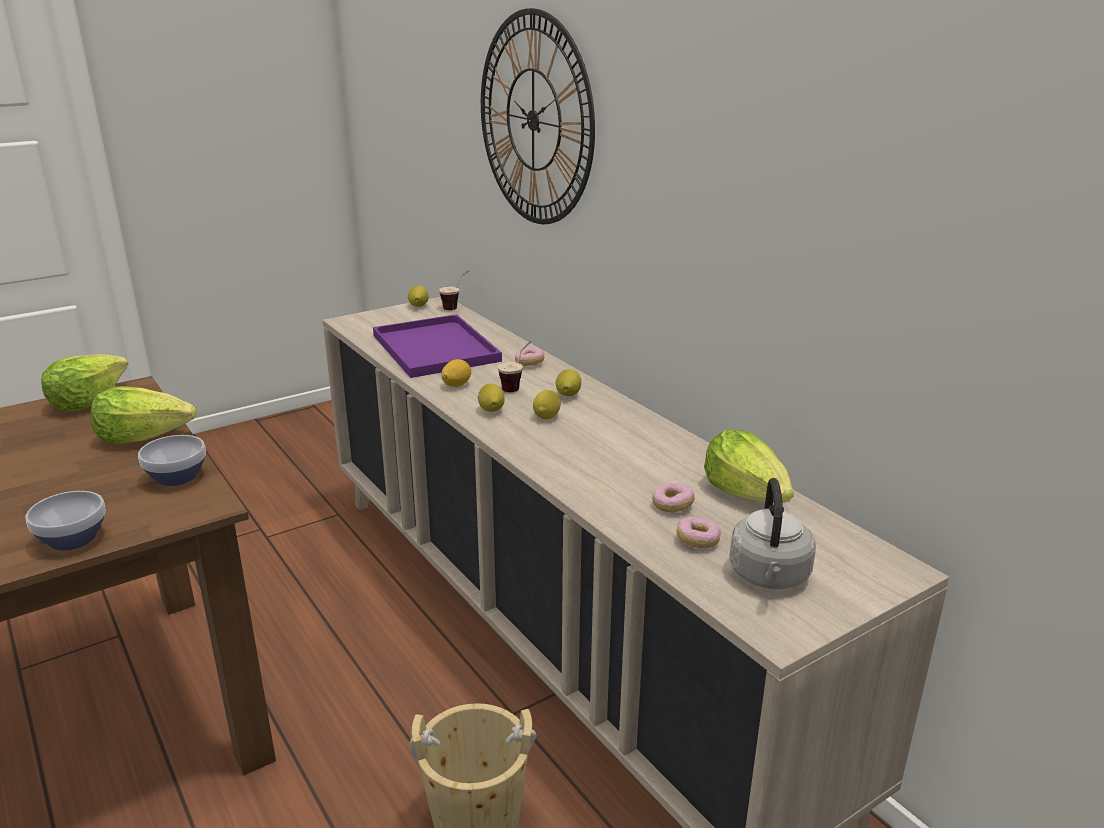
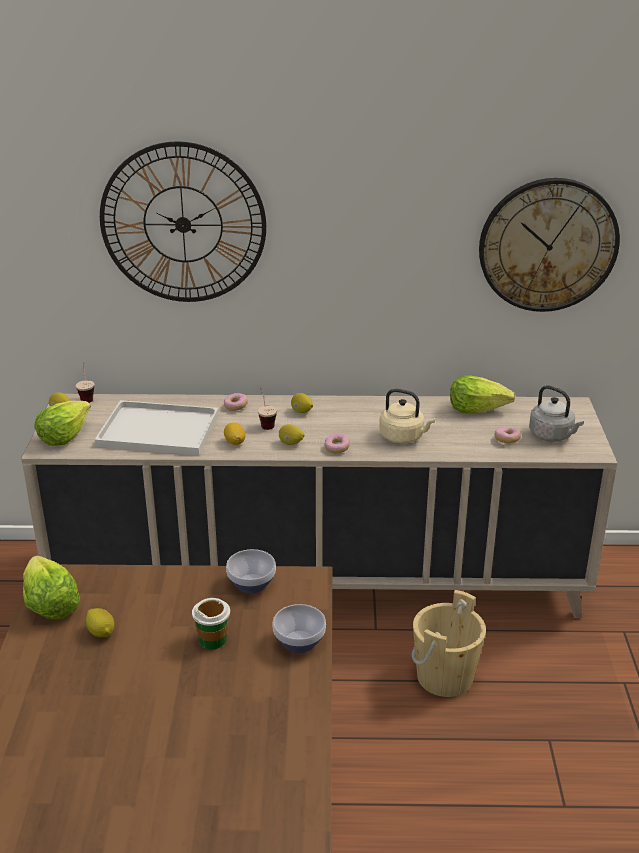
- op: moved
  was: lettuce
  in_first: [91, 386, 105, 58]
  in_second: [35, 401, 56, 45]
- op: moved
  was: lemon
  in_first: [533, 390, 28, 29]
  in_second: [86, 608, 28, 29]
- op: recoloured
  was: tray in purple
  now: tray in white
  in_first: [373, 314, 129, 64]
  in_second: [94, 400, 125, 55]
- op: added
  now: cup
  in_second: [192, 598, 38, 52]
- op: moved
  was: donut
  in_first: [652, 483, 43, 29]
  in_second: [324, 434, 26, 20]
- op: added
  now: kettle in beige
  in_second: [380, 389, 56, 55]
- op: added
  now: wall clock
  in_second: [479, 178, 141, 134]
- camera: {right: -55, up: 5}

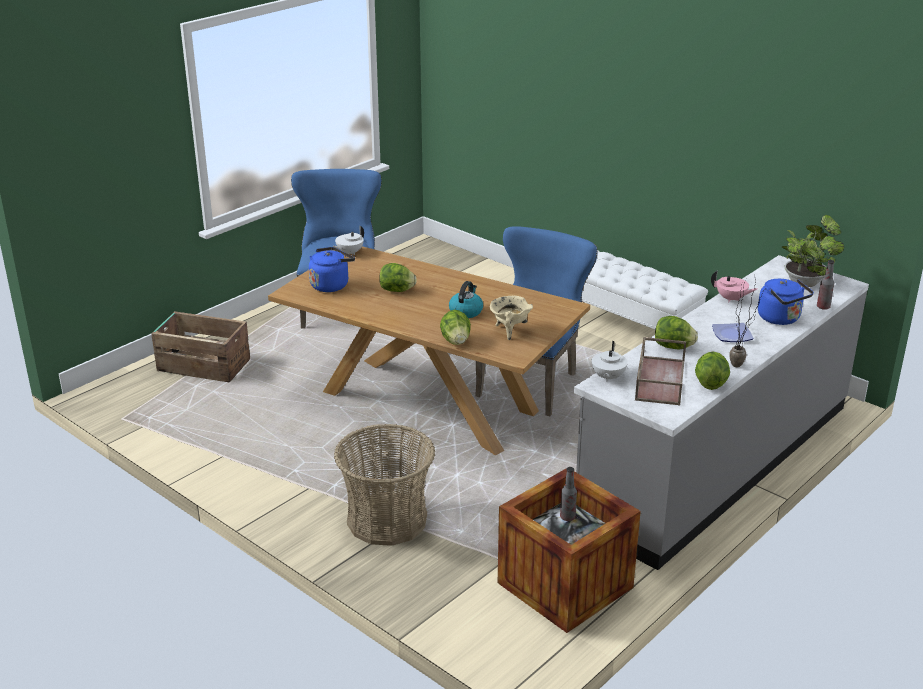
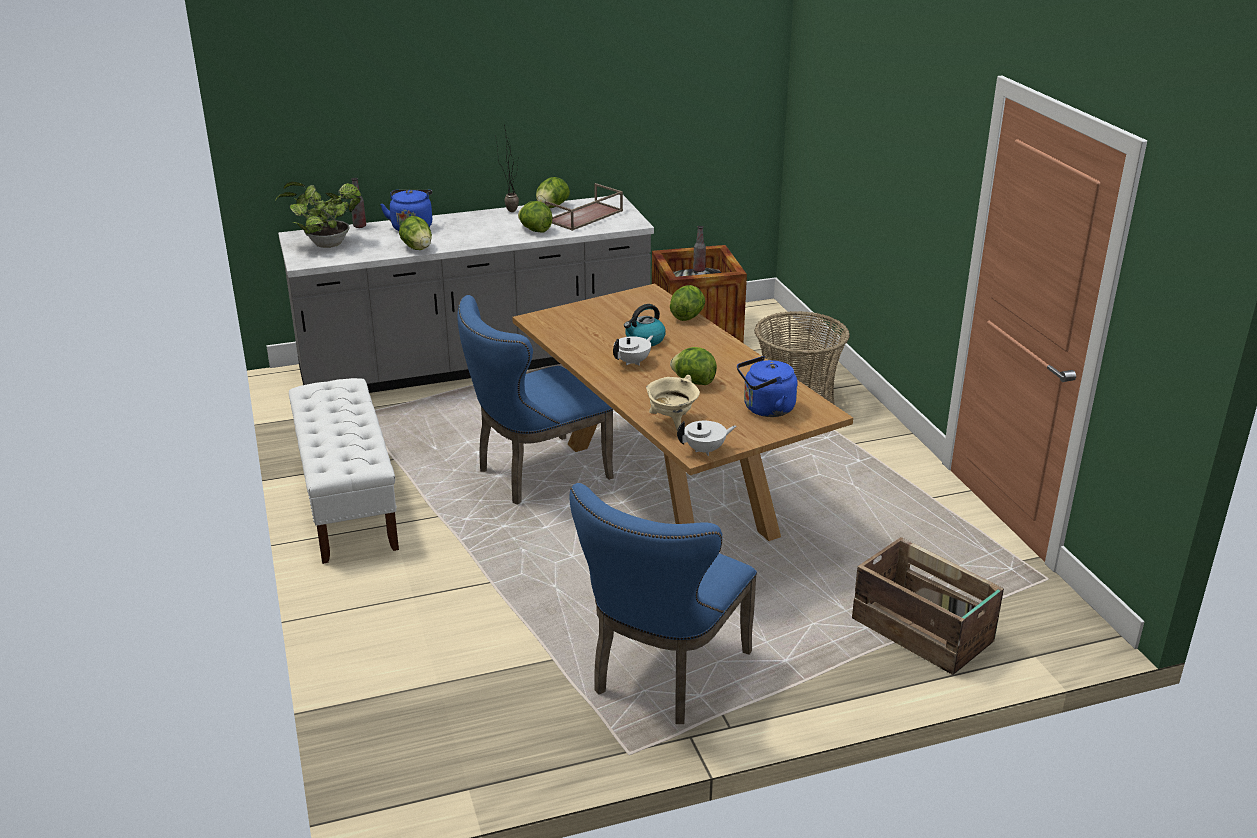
- op: replaced
  was: teapot in pink
  now: lettuce
  in_first: [711, 270, 46, 33]
  in_second: [399, 216, 33, 34]
- op: moved
  was: teapot in white
  in_first: [591, 341, 37, 41]
  in_second: [613, 335, 40, 31]
- op: moved
  was: cooking pot in beige
  in_first: [490, 296, 43, 44]
  in_second: [646, 375, 54, 55]
- op: removed
  was: plate
  in_first: [712, 323, 42, 19]
- camera: {right: -150, up: 0}

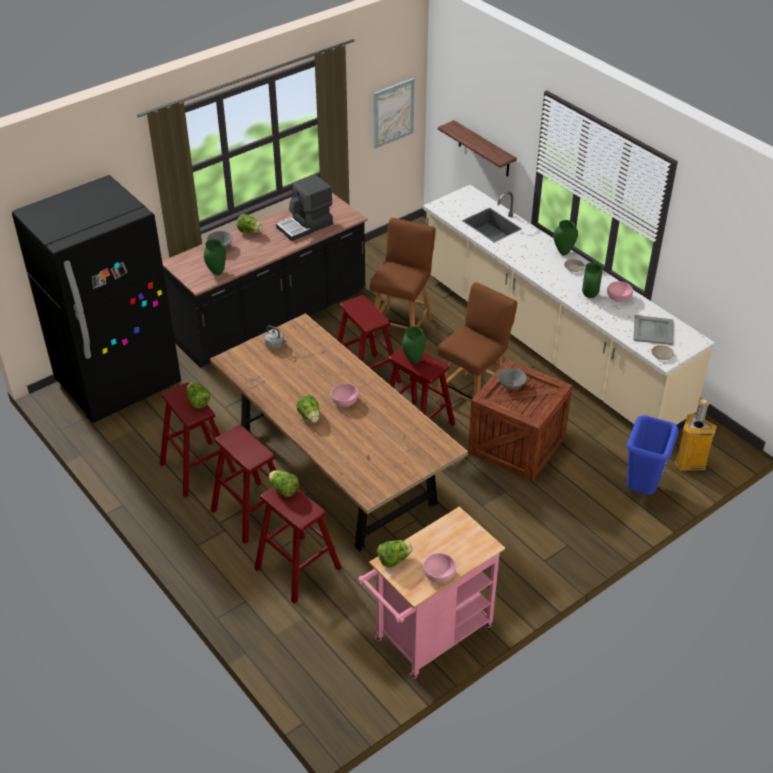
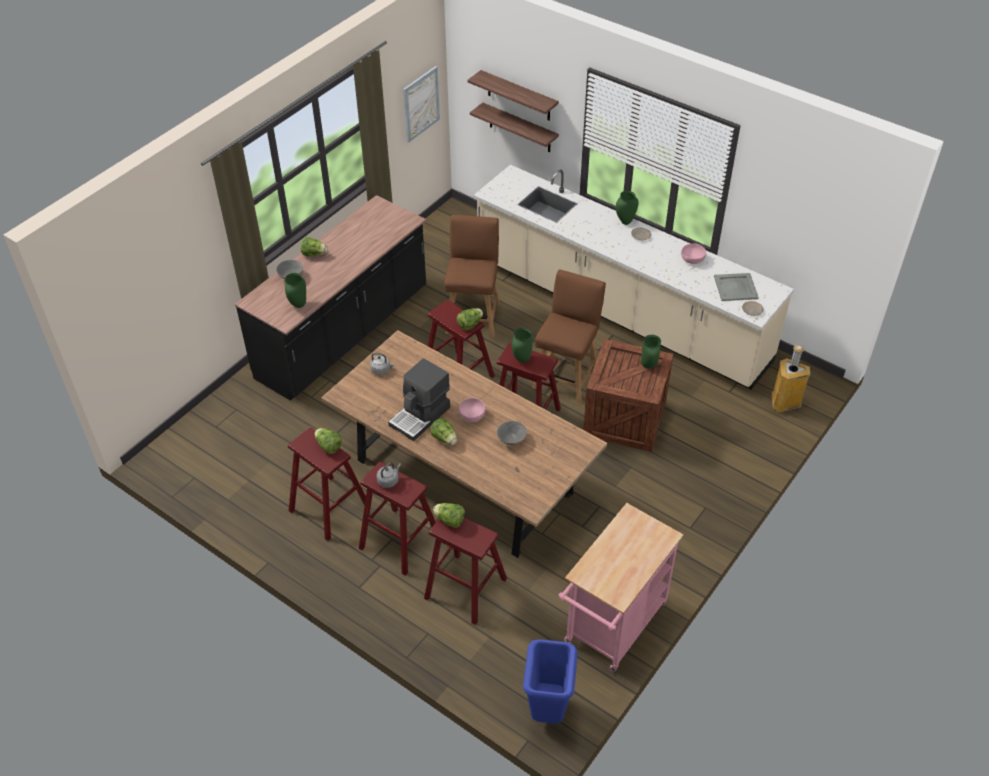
- op: added
  now: kettle in grey
  in_second: [377, 462, 24, 26]
- op: moved
  was: coffee machine
  in_first: [276, 174, 57, 67]
  in_second: [388, 358, 62, 83]
- op: moved
  was: lettuce
  in_first: [377, 540, 36, 28]
  in_second: [457, 308, 26, 22]
- op: added
  now: shelf
  in_second: [468, 70, 91, 51]
- op: moved
  was: bowl in grey
  in_first: [498, 368, 29, 22]
  in_second: [497, 421, 30, 24]
- op: moved
  was: trash can in blue
  in_first: [627, 415, 52, 80]
  in_second: [523, 639, 55, 85]
- op: moved
  was: vase in green
  in_first: [582, 262, 21, 36]
  in_second: [641, 335, 20, 34]
- op: removed
  was: fridge in black
  in_first: [12, 175, 169, 248]
- op: removed
  was: bowl in pink
  in_first: [423, 553, 33, 30]
- camera: {right: -15, up: 5}

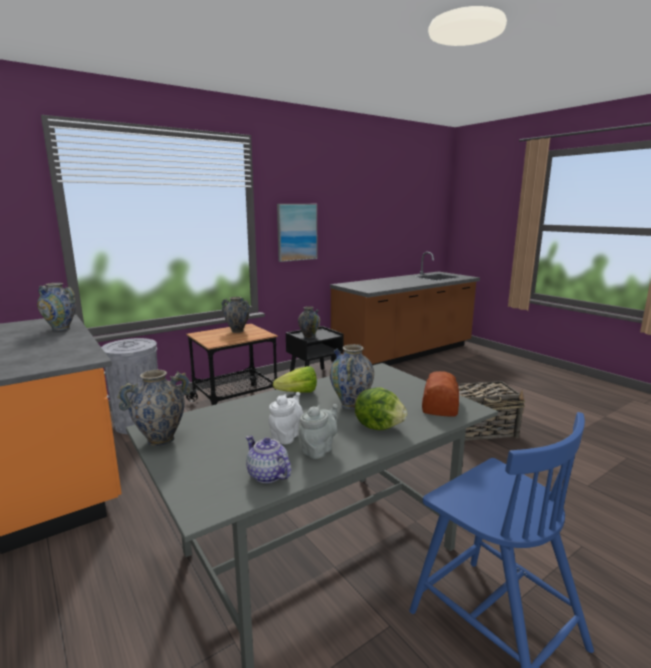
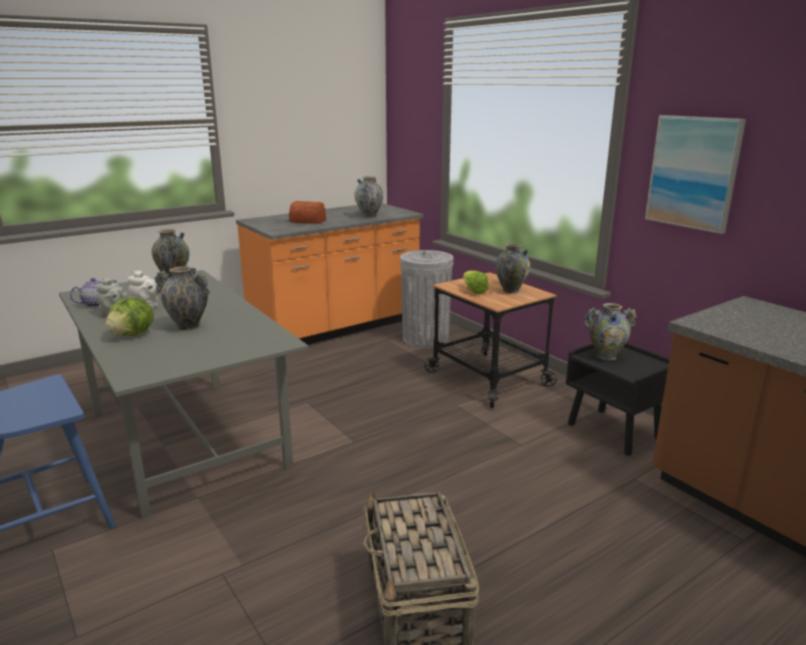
- op: moved
  was: bread
  in_first: [422, 371, 37, 46]
  in_second: [289, 201, 37, 23]
- op: moved
  was: lettuce
  in_first: [273, 366, 44, 27]
  in_second: [463, 271, 26, 23]
- camera: {right: 90, up: 5}

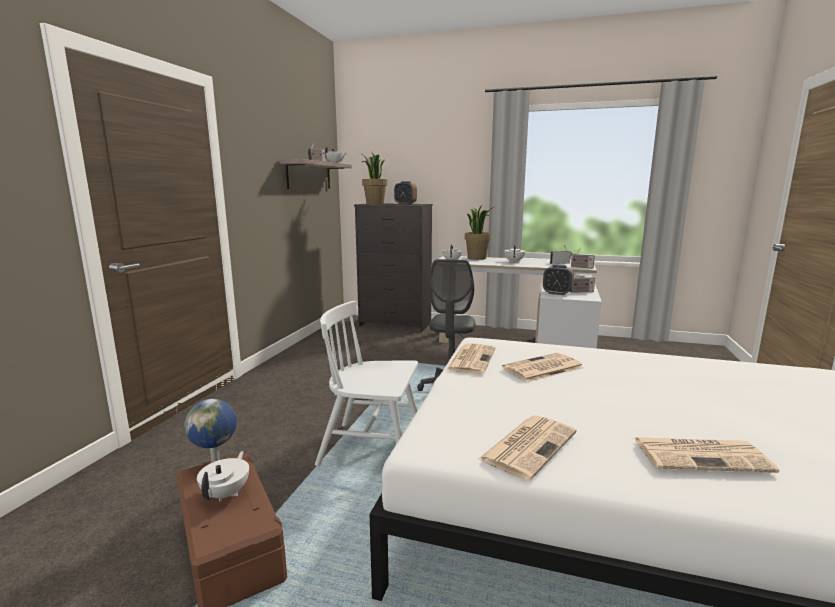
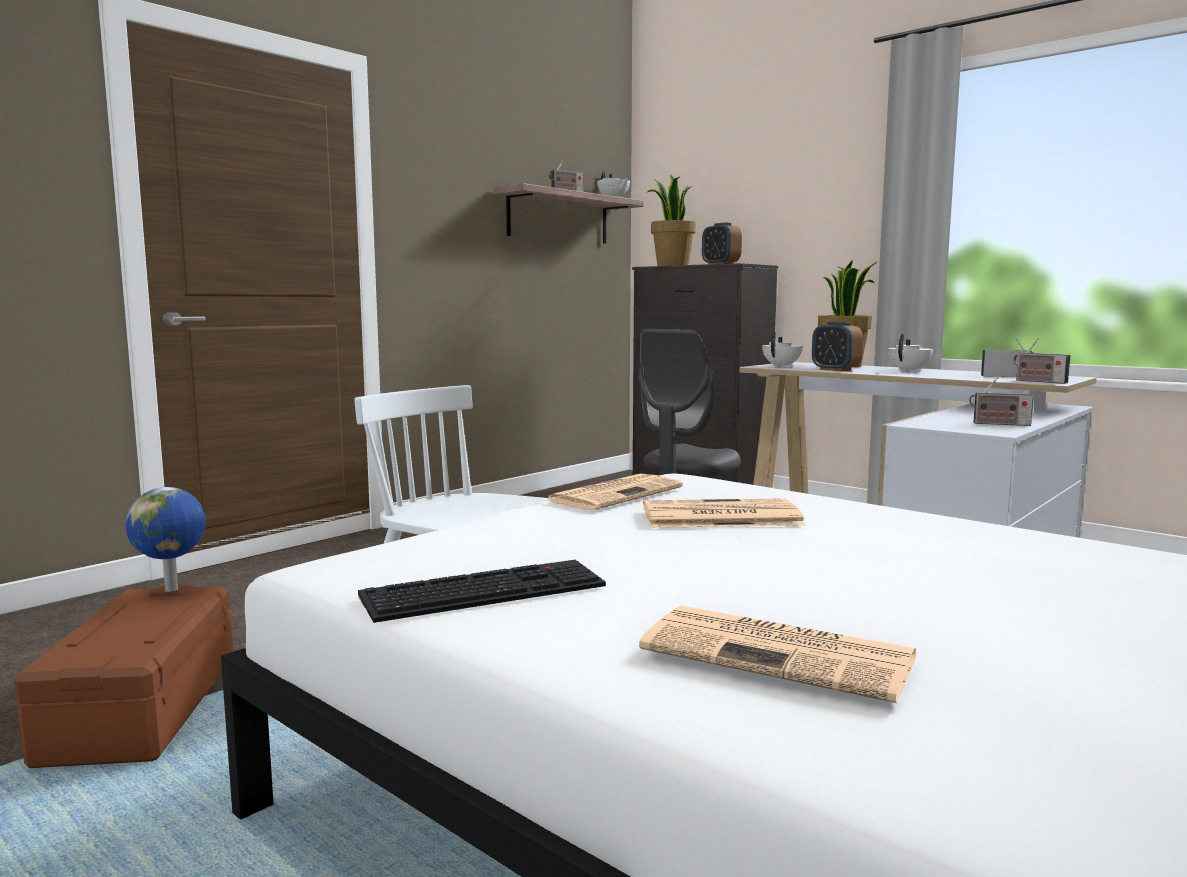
- op: replaced
  was: newspaper
  now: keyboard
  in_first: [477, 415, 99, 65]
  in_second: [358, 560, 248, 63]
- op: moved
  was: alarm clock
  in_first: [543, 265, 31, 30]
  in_second: [812, 322, 51, 49]
- op: removed
  was: teapot in white
  in_first: [197, 451, 52, 51]
- camera: {right: 25, up: -5}

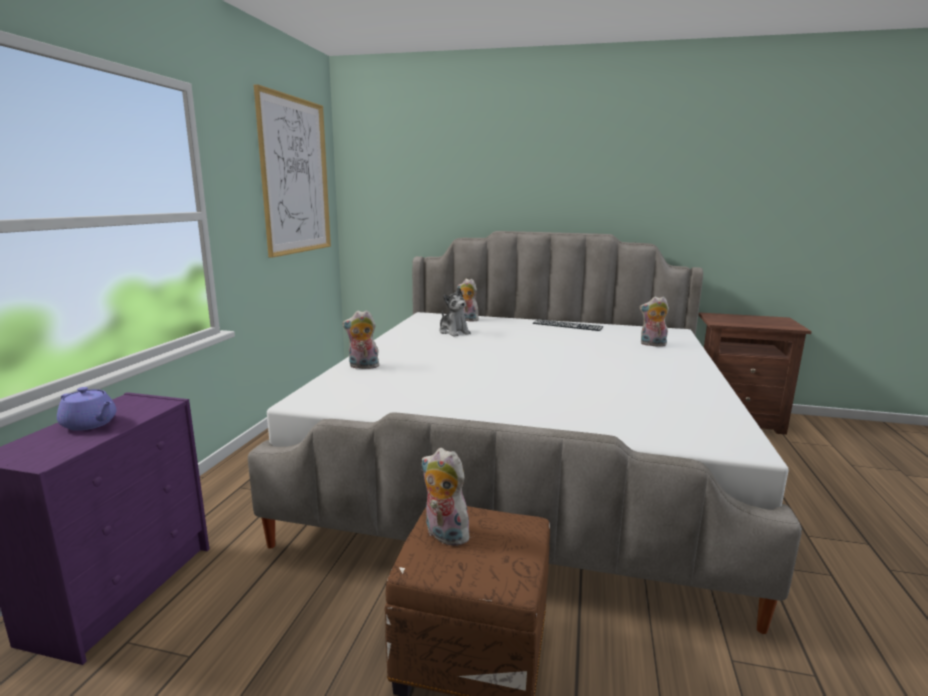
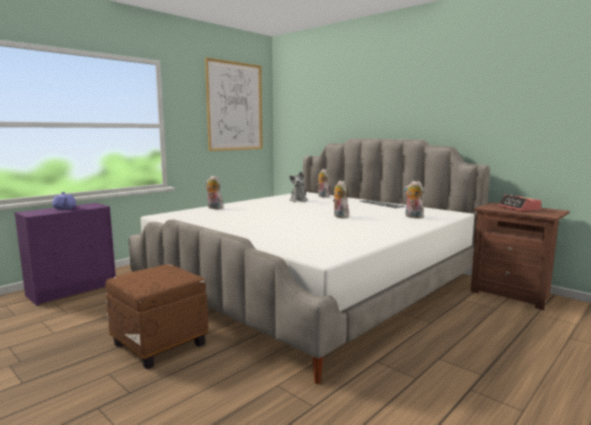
- op: moved
  was: plush toy
  in_first: [421, 448, 51, 98]
  in_second: [333, 181, 16, 37]
- op: added
  now: alarm clock
  in_second: [499, 194, 43, 17]
- camera: {right: 30, up: -5}

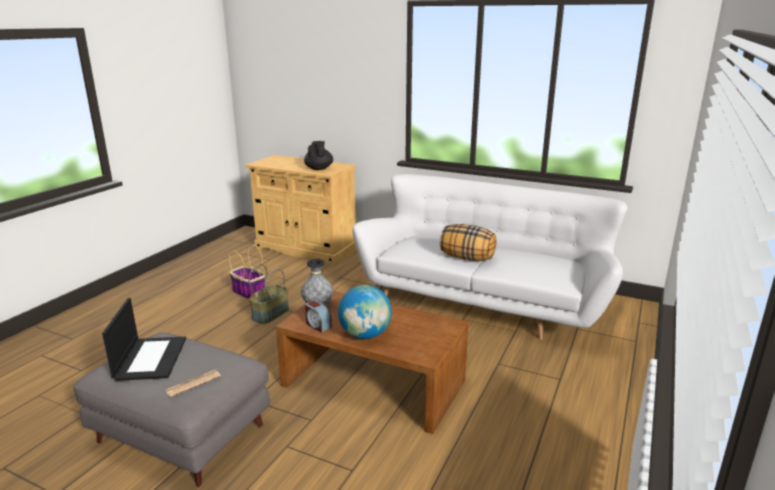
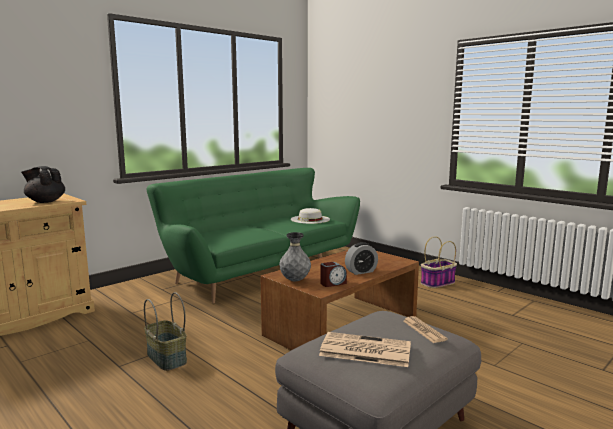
- op: recoloured
  was: sofa in white
  now: sofa in green
  in_first: [352, 174, 275, 166]
  in_second: [146, 168, 214, 136]
- op: added
  now: hat in white
  in_second: [291, 208, 39, 16]
- op: replaced
  was: laptop
  now: newspaper
  in_first: [102, 298, 84, 83]
  in_second: [319, 332, 92, 35]
- op: replaced
  was: globe
  now: alarm clock
  in_first: [338, 285, 54, 54]
  in_second: [345, 242, 33, 33]
- op: moved
  was: basket
  in_first: [229, 245, 36, 55]
  in_second: [421, 236, 36, 52]
- op: removed
  was: pillow
  in_first: [440, 224, 56, 37]
- camera: {right: -70, up: -10}

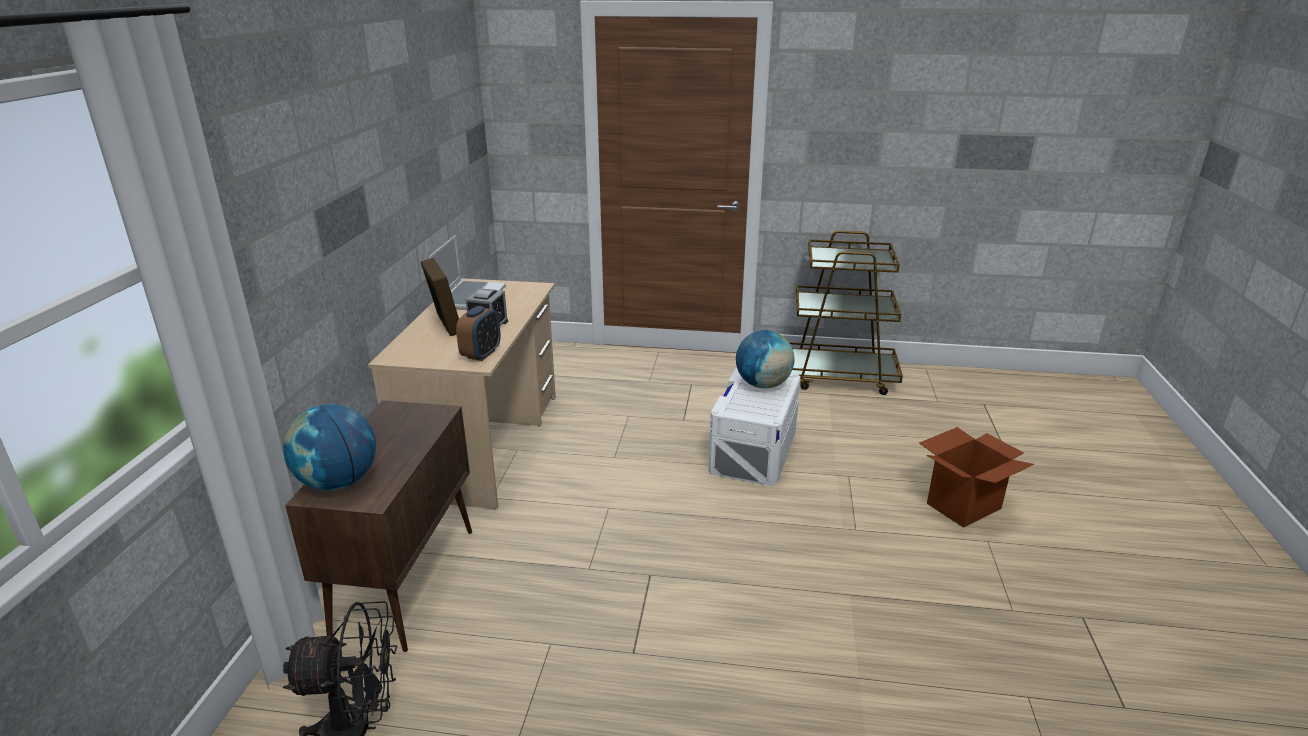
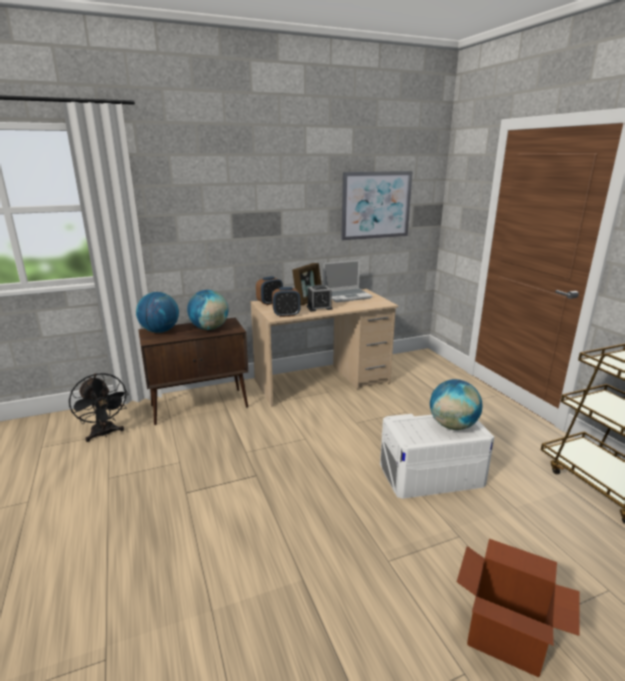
- op: added
  now: globe
  in_second: [187, 290, 41, 40]
- op: added
  now: alarm clock
  in_second: [256, 276, 27, 29]
- op: added
  now: picture
  in_second: [341, 171, 72, 69]
- camera: {right: 60, up: -5}

